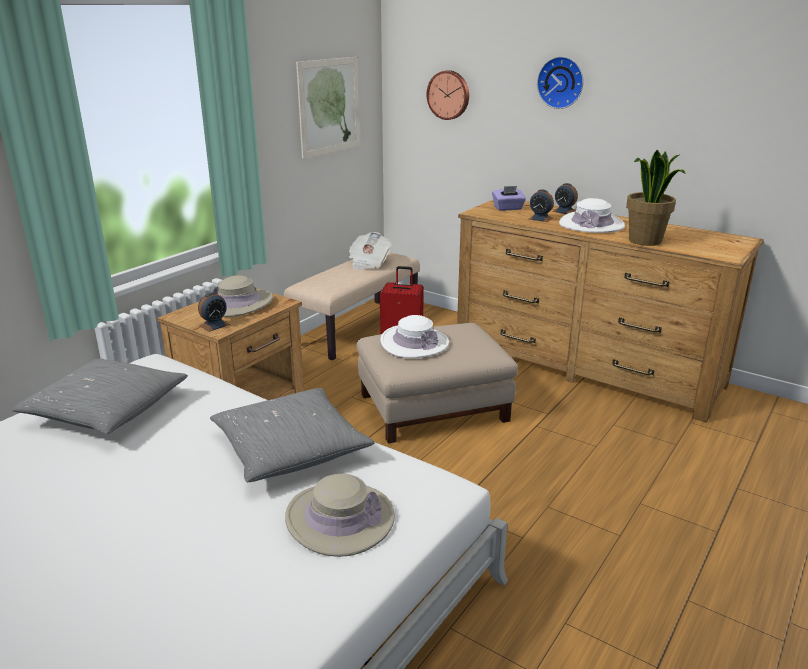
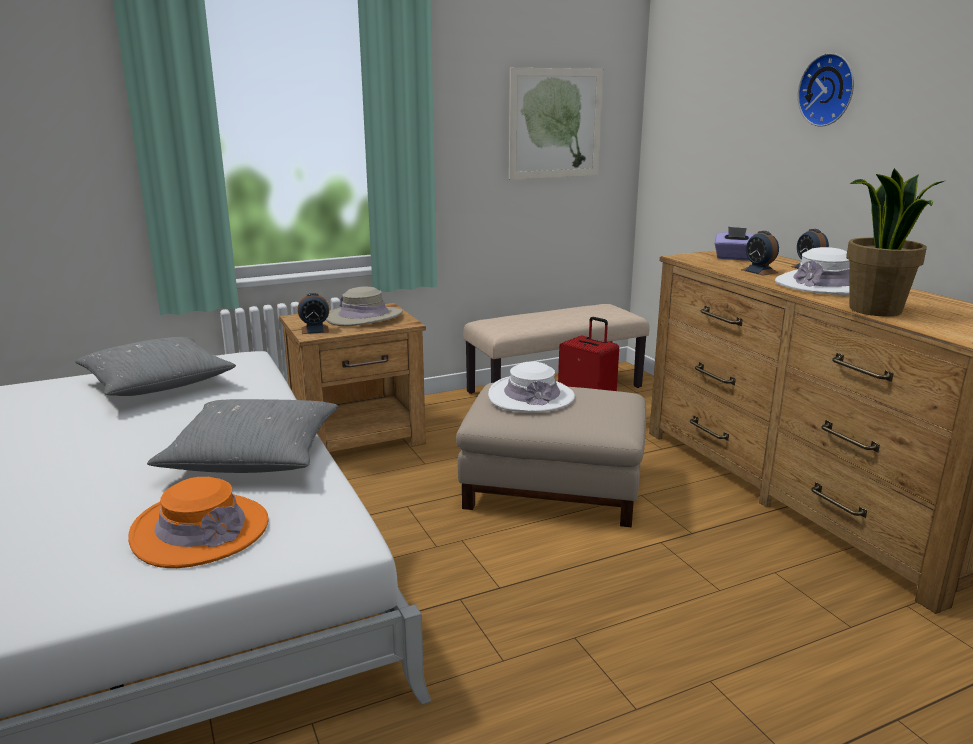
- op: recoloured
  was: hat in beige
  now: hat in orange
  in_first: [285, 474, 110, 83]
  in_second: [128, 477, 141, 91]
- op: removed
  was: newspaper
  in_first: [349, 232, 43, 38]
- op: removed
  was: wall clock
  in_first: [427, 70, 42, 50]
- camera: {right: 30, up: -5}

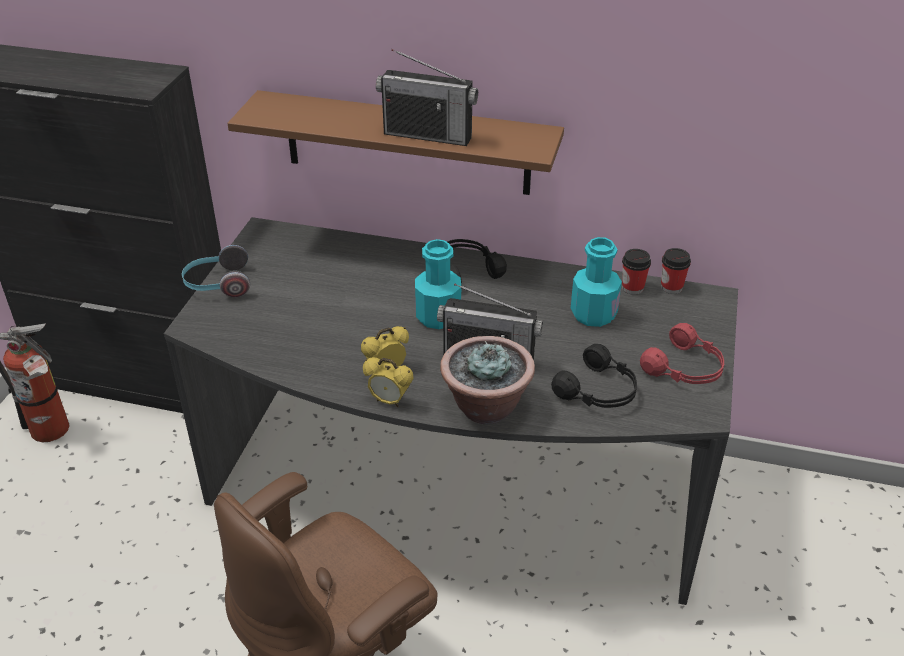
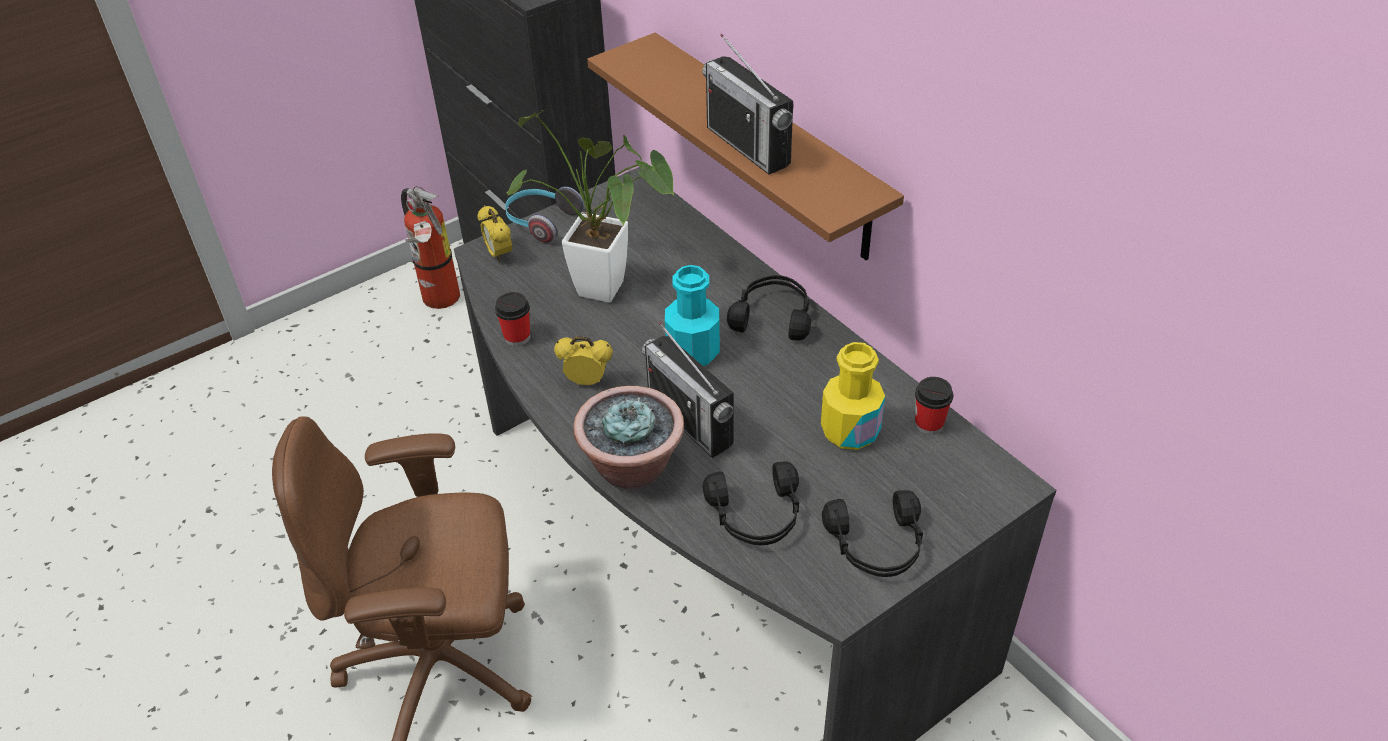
- op: moved
  was: alarm clock
  in_first: [363, 357, 50, 50]
  in_second: [478, 205, 34, 57]
- op: moved
  was: cup
  in_first: [661, 248, 30, 46]
  in_second: [495, 292, 35, 54]
- op: added
  now: potted plant
  in_second: [507, 110, 167, 193]
- op: recoloured
  was: bottle in turquoise
  now: bottle in yellow
  in_first: [571, 237, 51, 90]
  in_second: [821, 342, 64, 108]
- op: recoloured
  was: headphones in red
  now: headphones in black
  in_first: [640, 323, 84, 61]
  in_second: [822, 490, 101, 87]
- camera: {right: 40, up: 5}

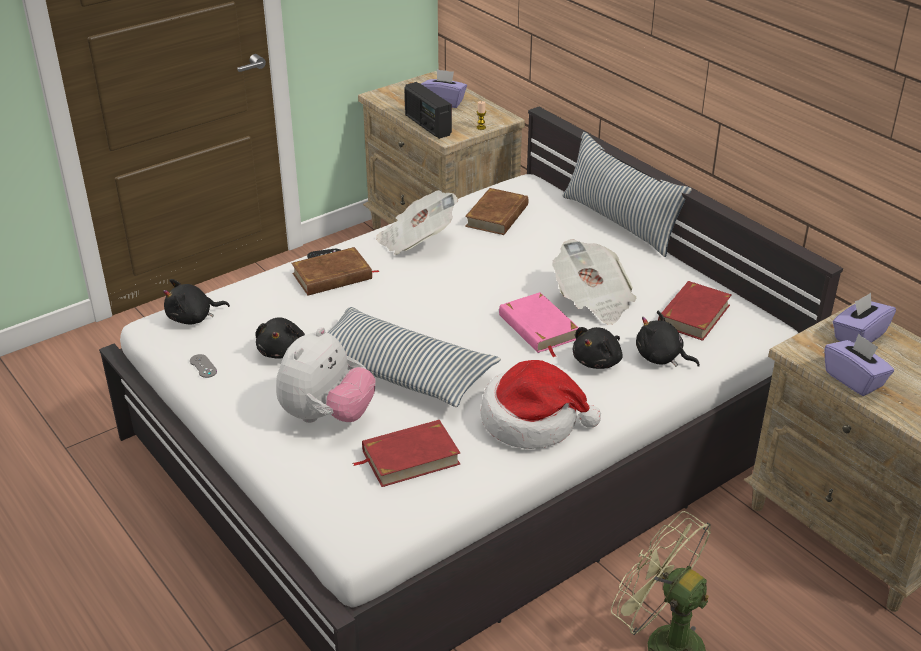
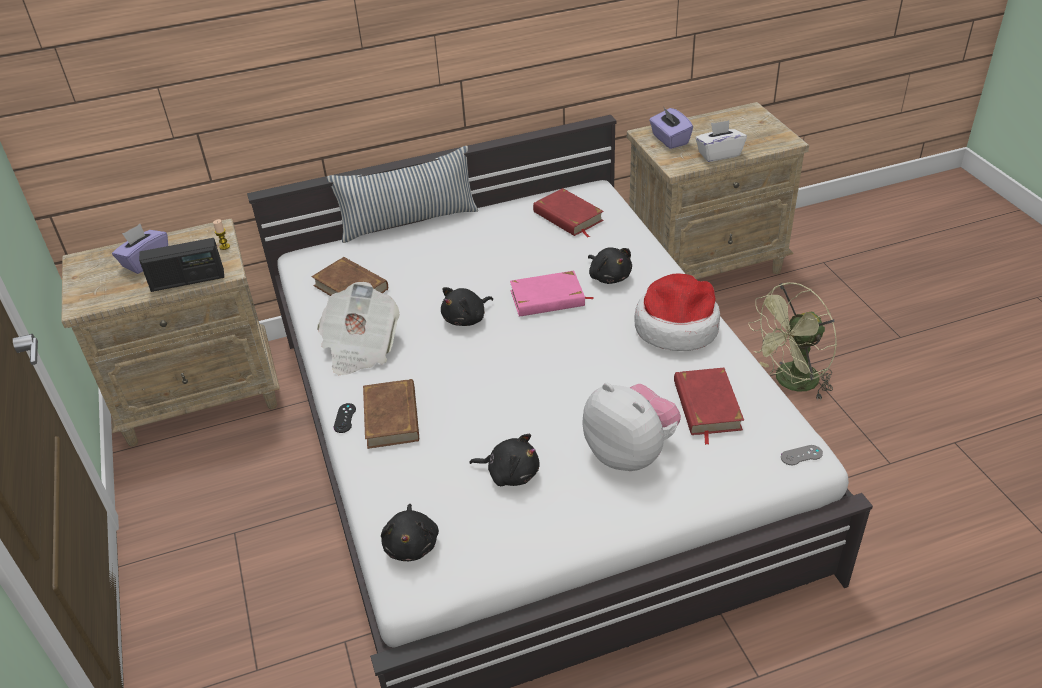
- op: moved
  was: plush toy in black
  in_first: [636, 311, 64, 56]
  in_second: [441, 287, 52, 39]
- op: recoloured
  was: tissue box in purple
  now: tissue box in white
  in_first: [825, 334, 69, 62]
  in_second: [695, 120, 52, 42]
- op: moved
  was: game controller in grey
  in_first: [190, 354, 27, 24]
  in_second: [781, 445, 42, 20]
- op: removed
  was: pillow
  in_first: [327, 307, 174, 100]
- op: removed
  was: newspaper
  in_first: [552, 239, 85, 86]
- camera: {right: -70, up: 5}

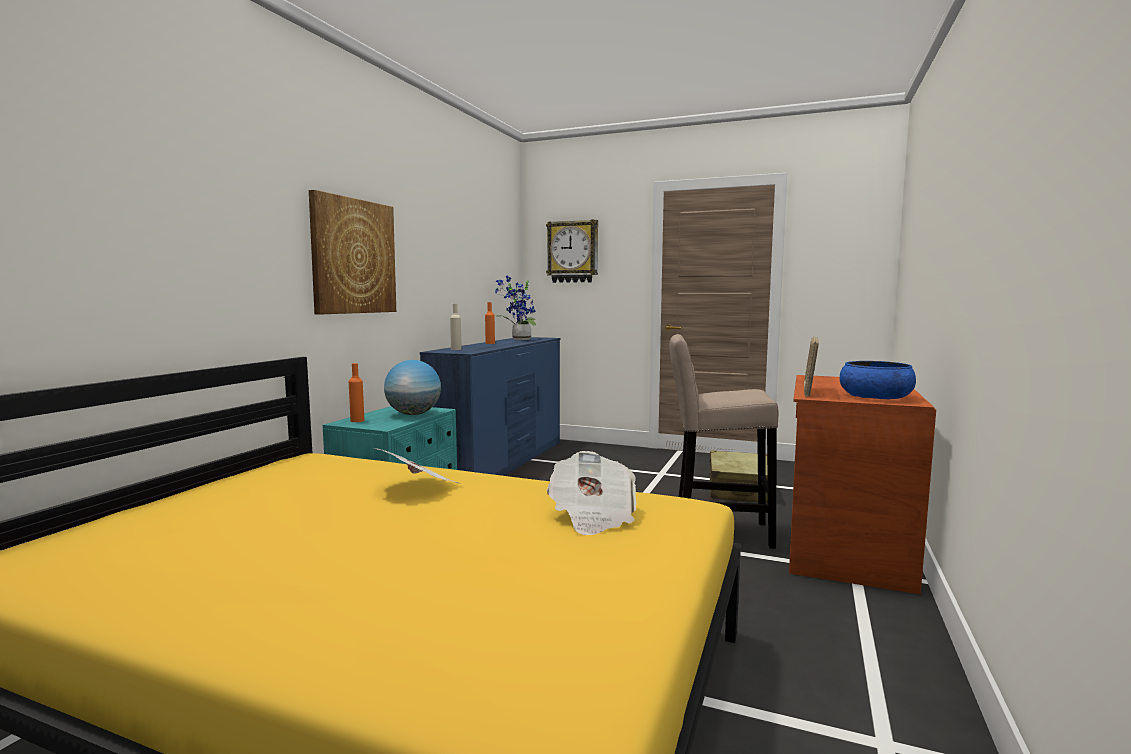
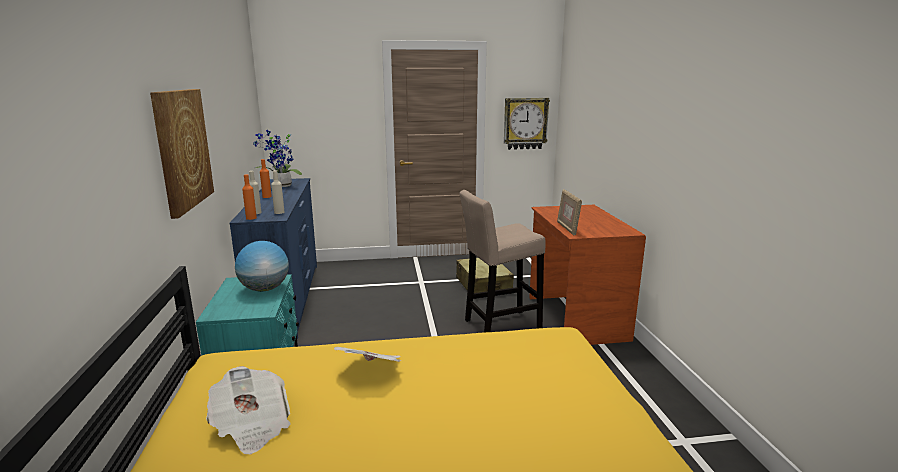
- op: moved
  was: newspaper
  in_first: [547, 451, 90, 84]
  in_second: [206, 366, 85, 88]
- op: moved
  was: bottle in orange
  in_first: [349, 363, 16, 59]
  in_second: [242, 174, 15, 46]
- op: added
  now: bottle in beige
  in_second: [271, 170, 13, 44]
- op: moved
  was: wall clock
  in_first: [546, 220, 52, 63]
  in_second: [504, 98, 46, 52]
- op: removed
  was: bowl in blue
  in_first: [840, 361, 76, 38]
- camera: {right: -30, up: 10}

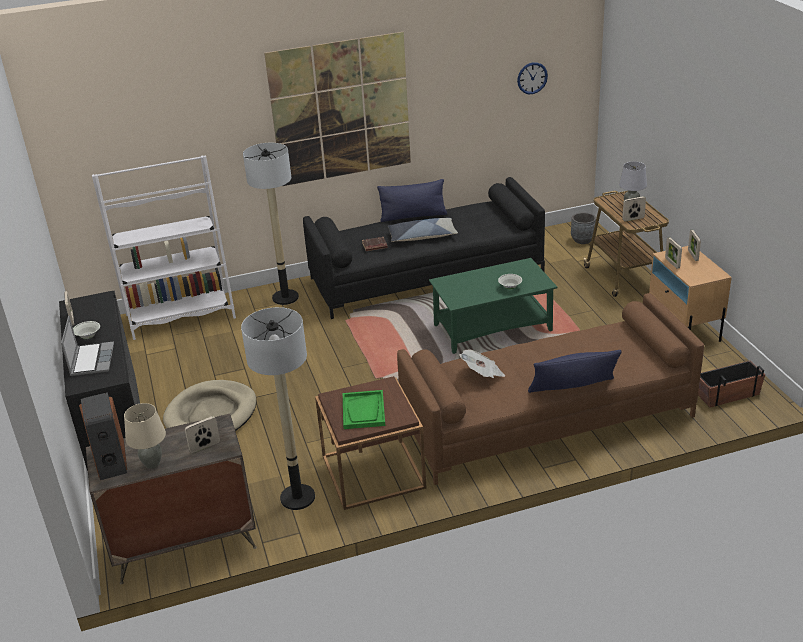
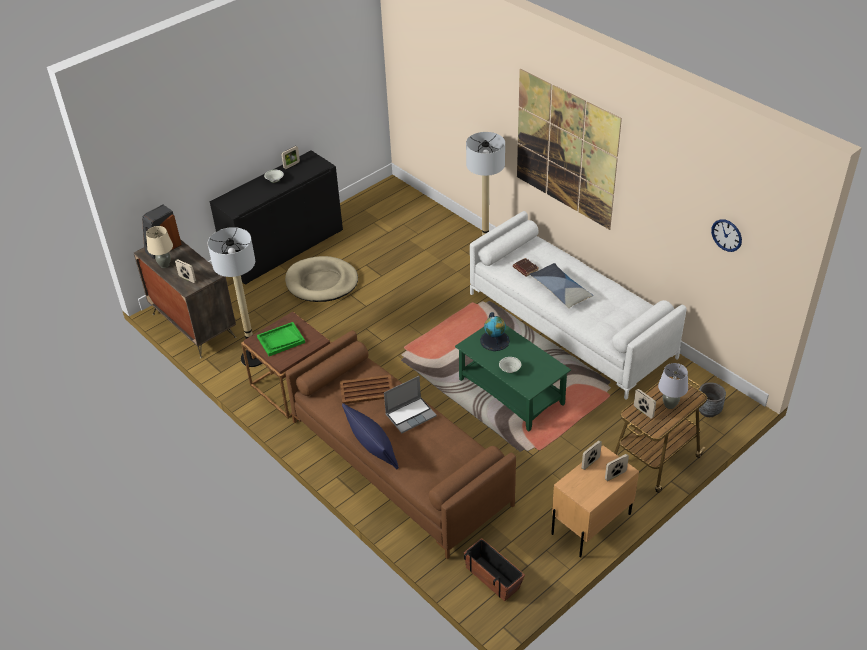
- op: replaced
  was: newspaper
  now: tray in brown
  in_first: [459, 349, 46, 29]
  in_second: [340, 375, 53, 29]
- op: moved
  was: laptop
  in_first: [61, 316, 53, 60]
  in_second: [384, 376, 53, 57]
- op: recoloured
  was: sofa in black
  now: sofa in white
  in_first: [303, 177, 242, 142]
  in_second: [470, 211, 217, 189]
- op: added
  now: globe
  in_second: [480, 312, 30, 39]
- op: removed
  was: bookcase in white
  in_first: [92, 155, 144, 185]
- op: removed
  was: pillow in blue
  in_first: [377, 179, 70, 43]
- camera: {right: 65, up: 10}

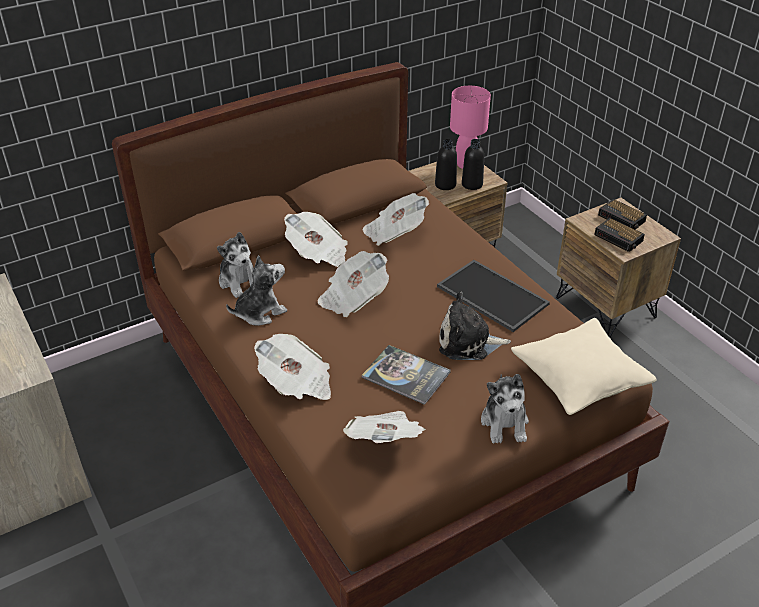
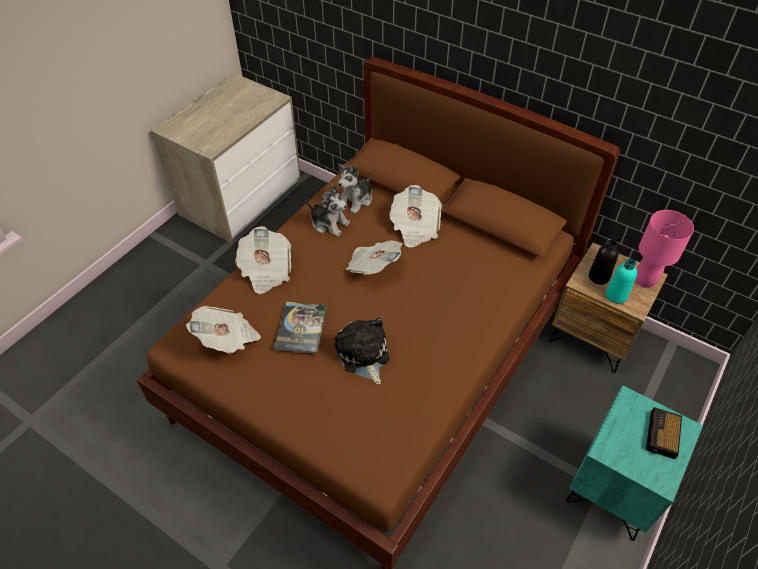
- op: recoloured
  was: nightstand in brown
  now: nightstand in turquoise
  in_first: [556, 198, 125, 139]
  in_second: [566, 385, 137, 156]
- op: recoloured
  was: bottle in black
  now: bottle in turquoise
  in_first: [462, 139, 22, 51]
  in_second: [606, 258, 31, 46]
- op: removed
  was: newspaper
  in_first: [362, 193, 67, 53]
- op: removed
  was: tray
  in_first: [437, 260, 113, 72]
- op: removed
  was: plush toy
  in_first: [481, 374, 48, 69]
- op: removed
  was: pillow in beige
  in_first: [511, 318, 145, 97]
- op: removed
  was: alarm clock
  in_first: [594, 218, 51, 34]
- camera: {right: 65, up: 10}

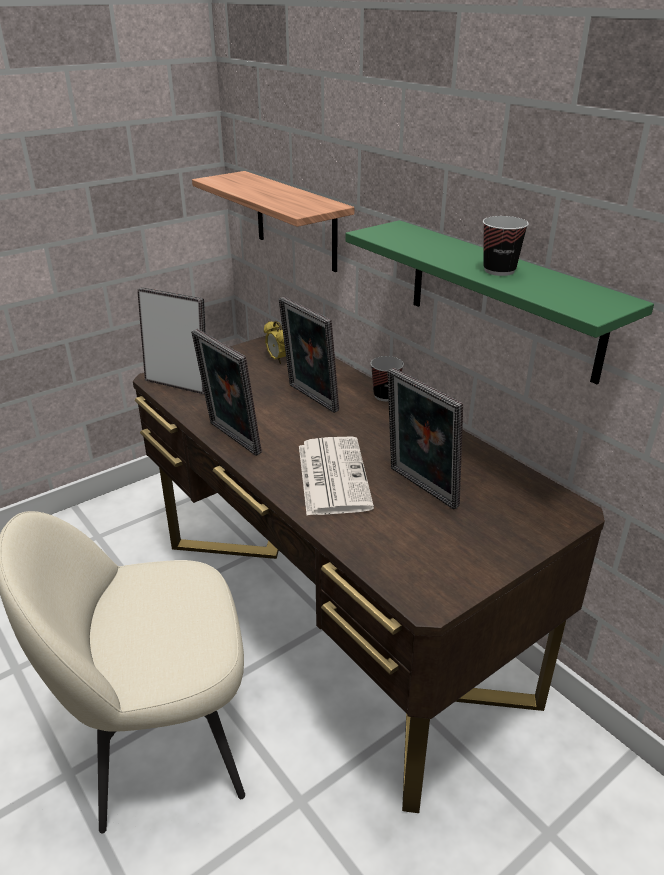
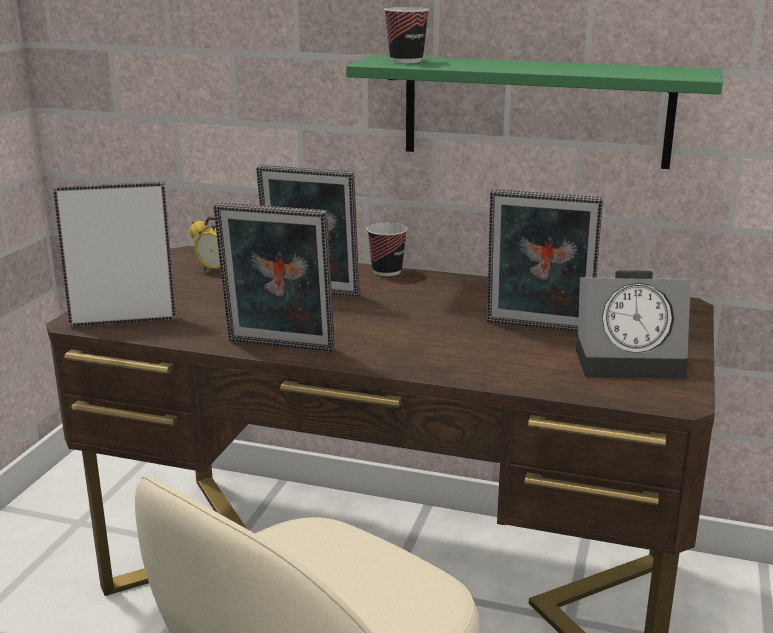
- op: moved
  was: cup
  in_first: [483, 216, 46, 60]
  in_second: [384, 7, 45, 56]
- op: added
  now: alarm clock
  in_second: [576, 270, 115, 109]
- op: removed
  was: shelf
  in_first: [192, 171, 162, 101]
- op: removed
  was: newspaper
  in_first: [299, 437, 75, 78]
- camera: {right: -35, up: -10}

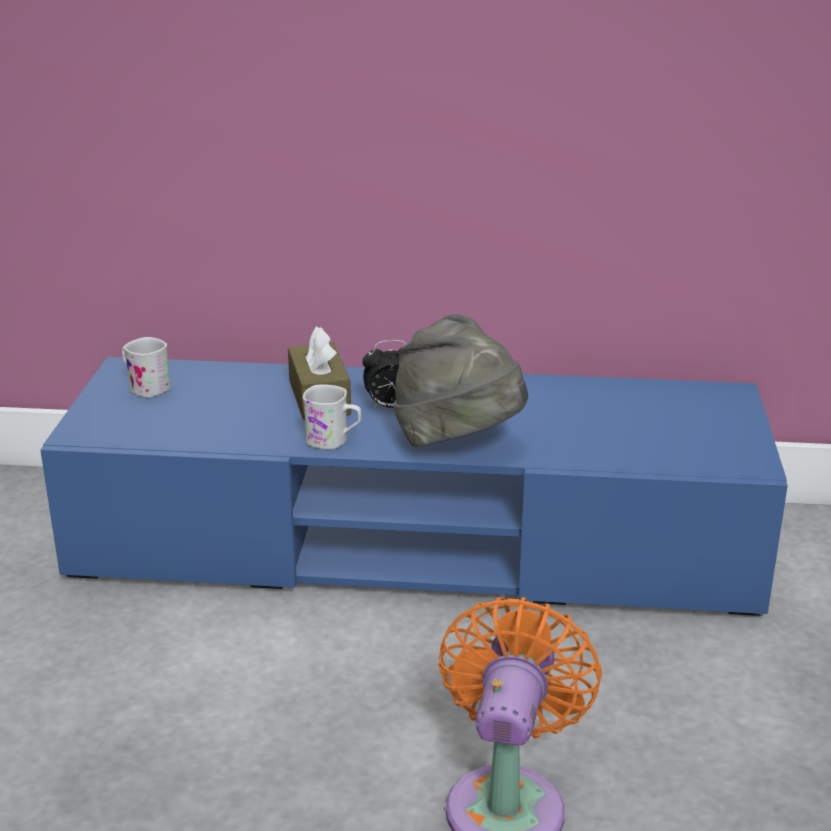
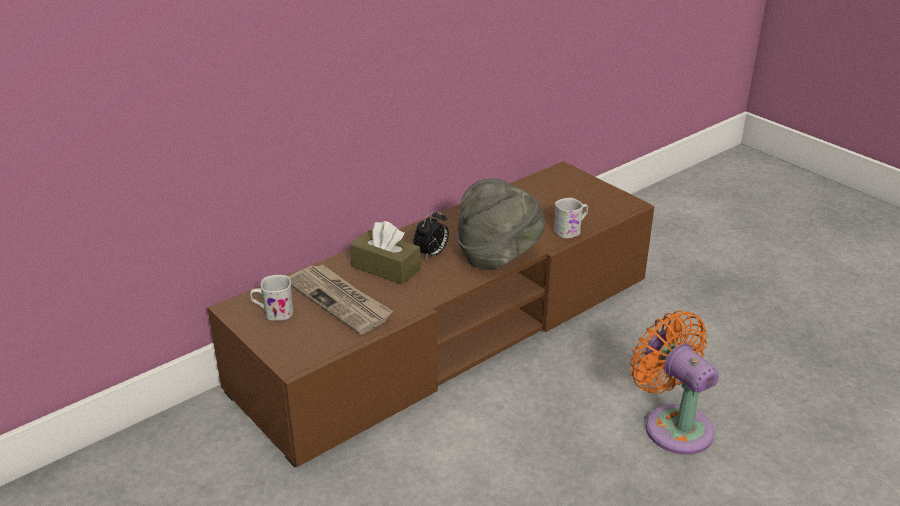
- op: recoloured
  was: tv stand in blue
  now: tv stand in brown
  in_first: [40, 357, 748, 259]
  in_second: [208, 161, 446, 306]
- op: added
  now: newspaper
  in_second: [289, 264, 104, 71]
- op: moved
  was: mug in white
  in_first: [303, 384, 58, 65]
  in_second: [554, 198, 34, 40]
- camera: {right: -45, up: 5}

